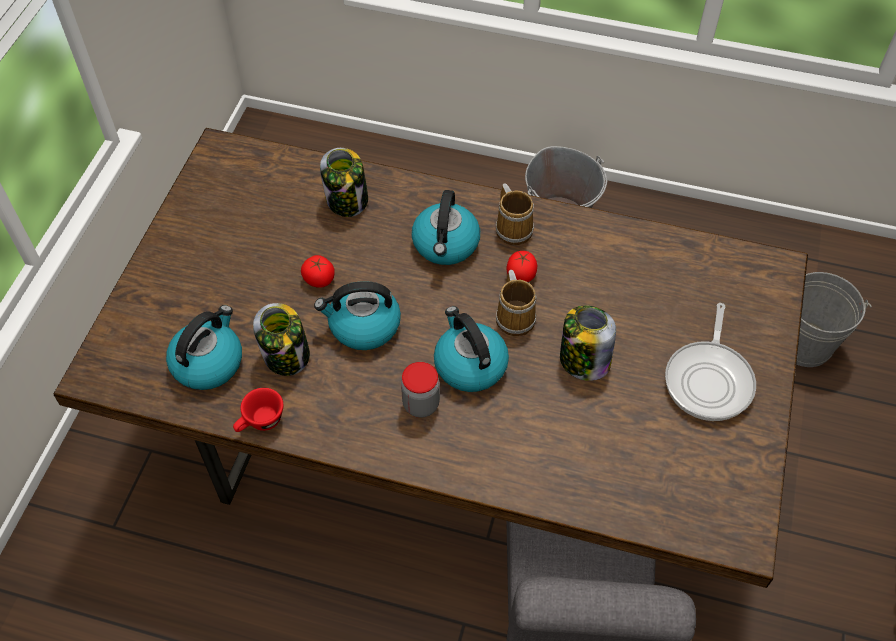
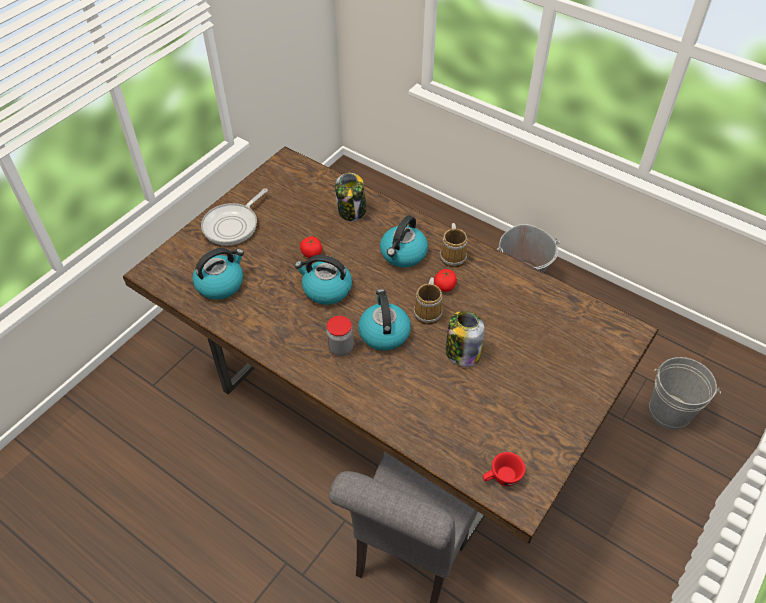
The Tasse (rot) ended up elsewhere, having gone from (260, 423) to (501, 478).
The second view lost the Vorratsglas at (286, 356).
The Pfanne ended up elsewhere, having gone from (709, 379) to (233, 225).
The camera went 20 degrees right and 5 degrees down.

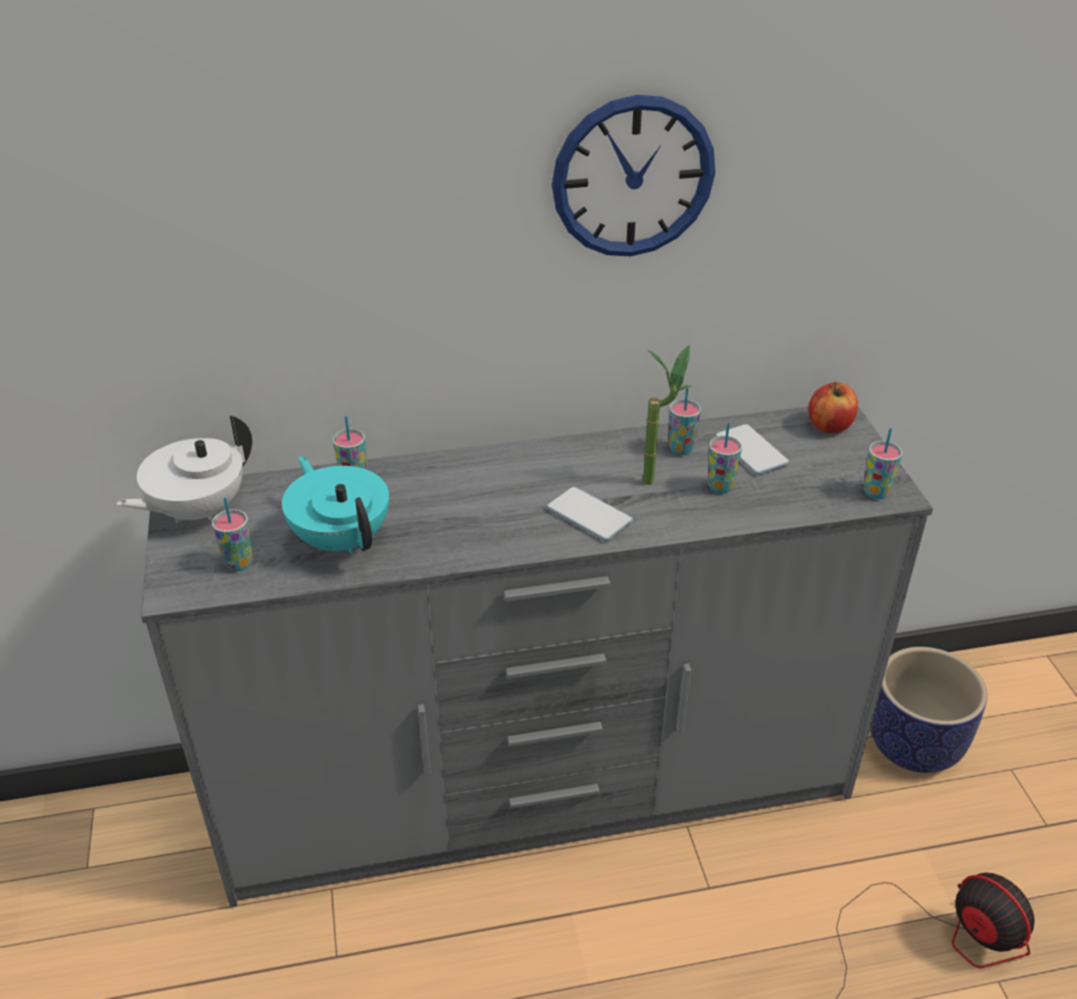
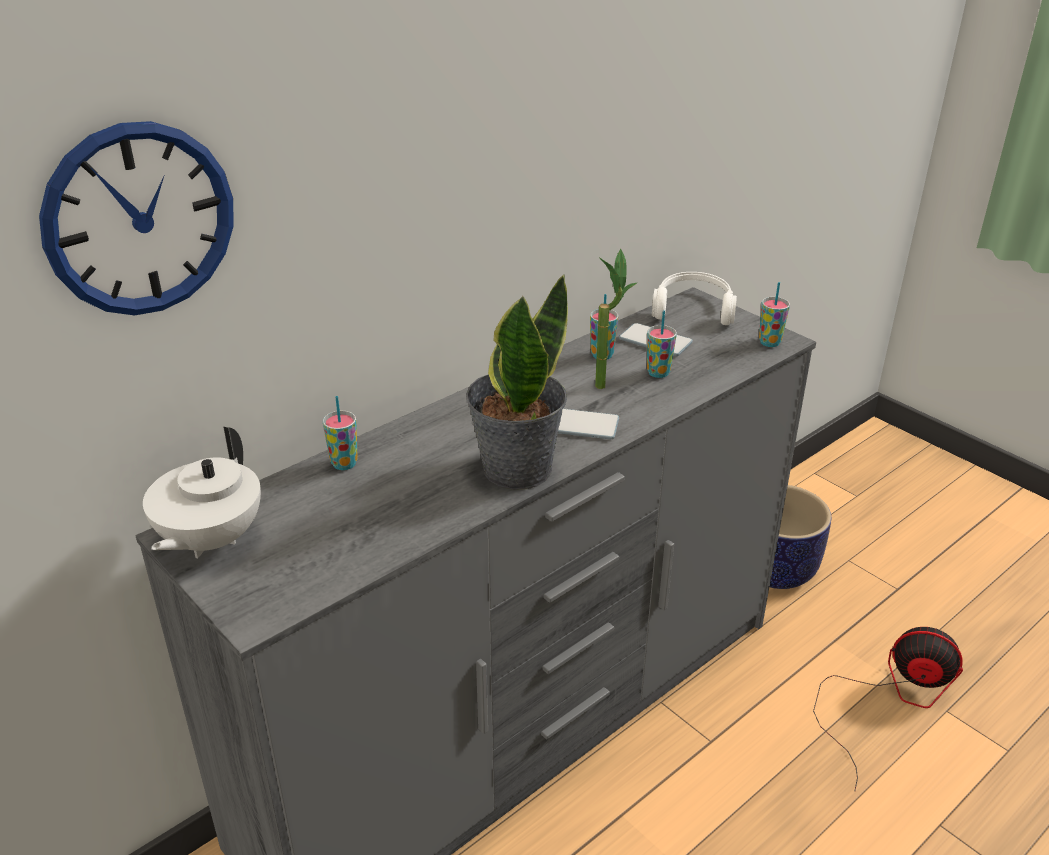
The second view lost the Tasse at (239, 563).
The second view lost the Teekanne (türkis) at (341, 538).
The Wanduhr ended up elsewhere, having gone from (633, 177) to (140, 220).
Where the Apfel stood at (830, 425), the Kopfhörer (weiß) came to stand at (693, 308).
The second view gained the Topfpflanze at (516, 468).
The camera went 30 degrees left and 5 degrees down.

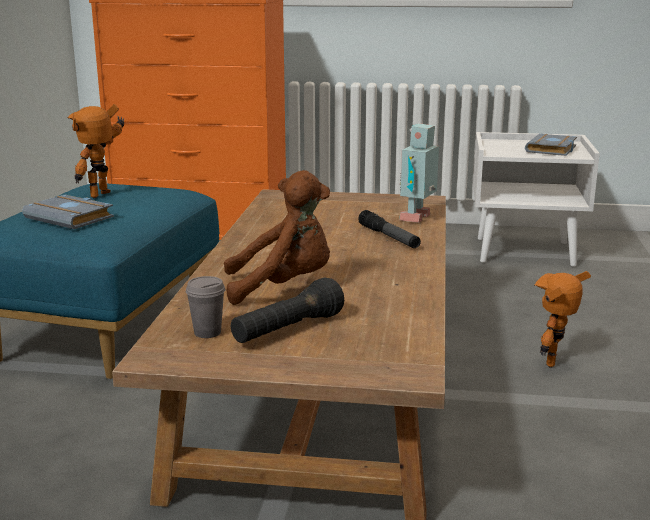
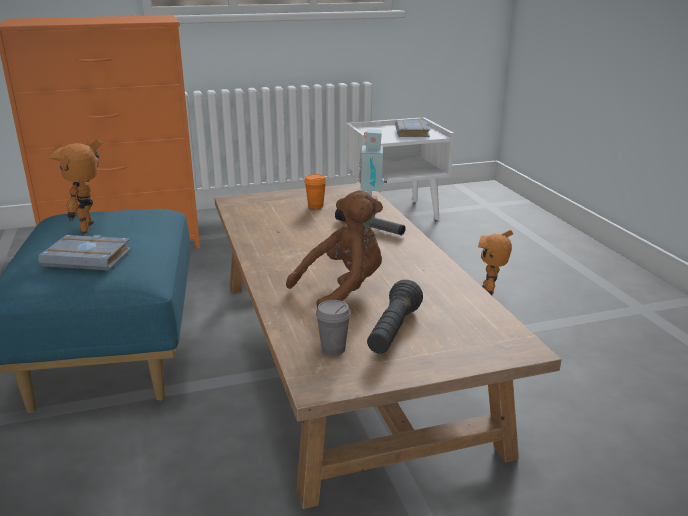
The second view gained the Tasse (orange) at (315, 206).
The camera went 25 degrees left and 5 degrees up.

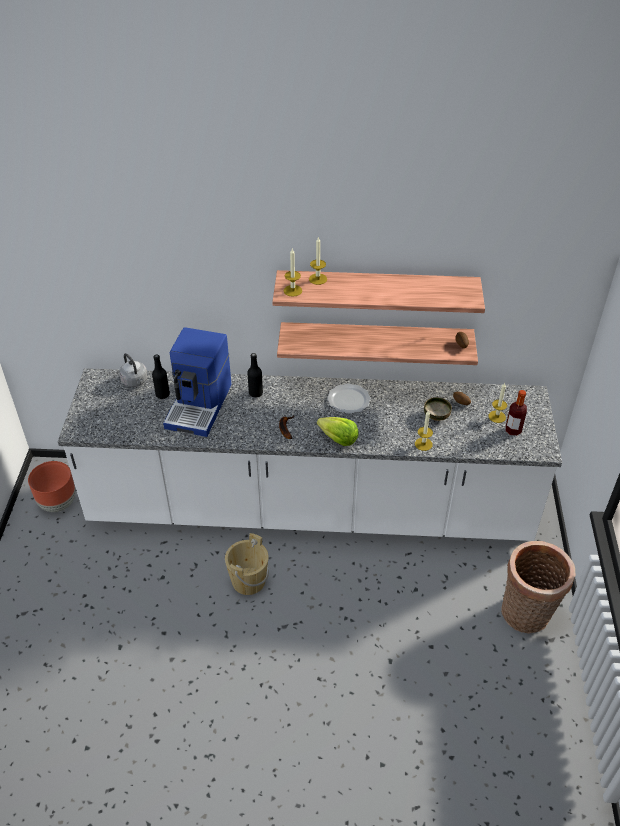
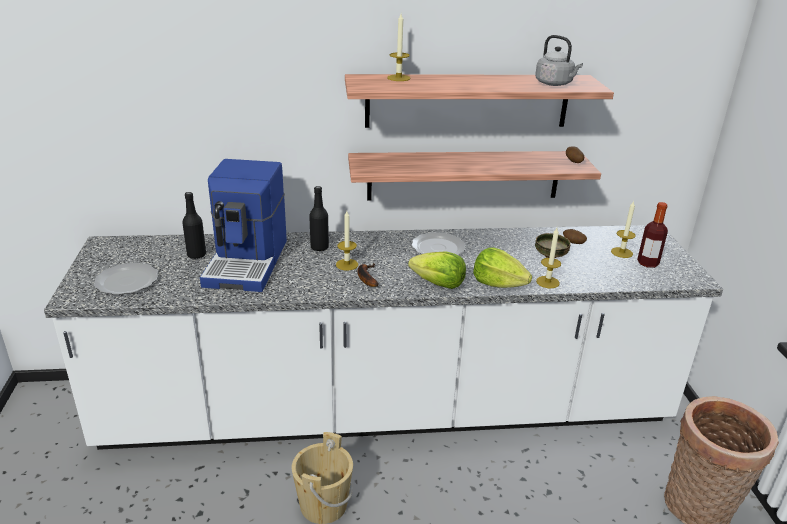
The second view lost the Pflanzkübel (braun) at (58, 503).
The Wasserkessel (grau) ended up elsewhere, having gone from (135, 381) to (555, 84).
The Kerze ended up elsewhere, having gone from (292, 290) to (347, 264).
The second view gained the Teller at (126, 282).
The second view gained the Salatkopf at (498, 284).
The camera went 10 degrees left and 15 degrees down.

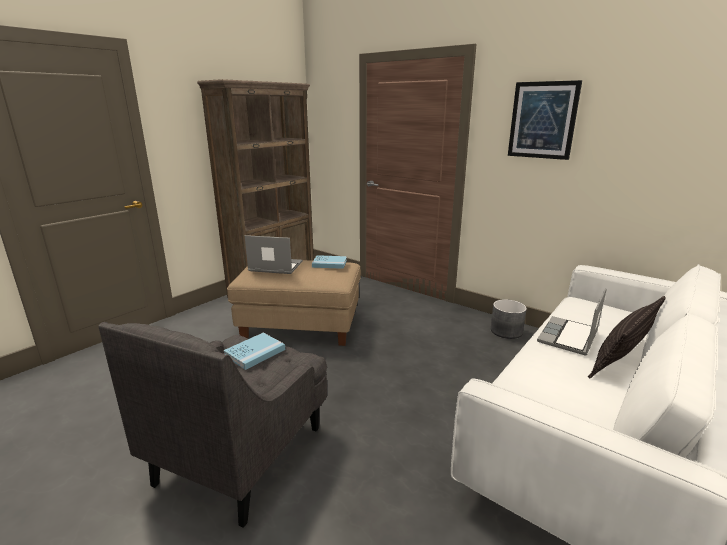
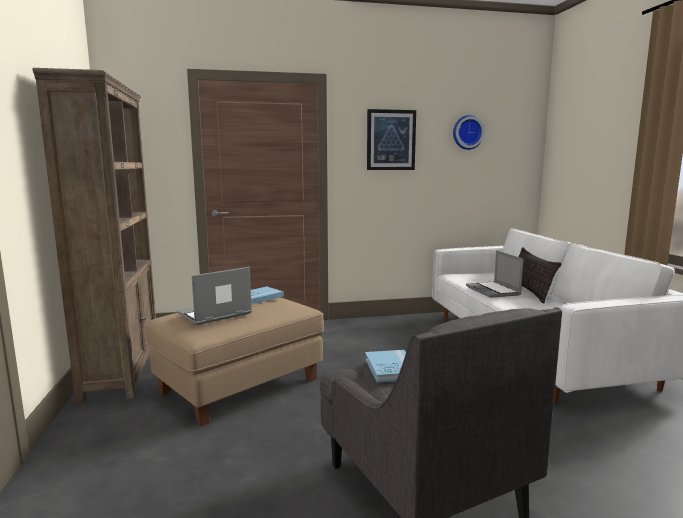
The second view lost the Pflanzkübel (grau) at (506, 331).
The second view gained the Wanduhr at (467, 132).
The camera went 50 degrees left and 10 degrees down.

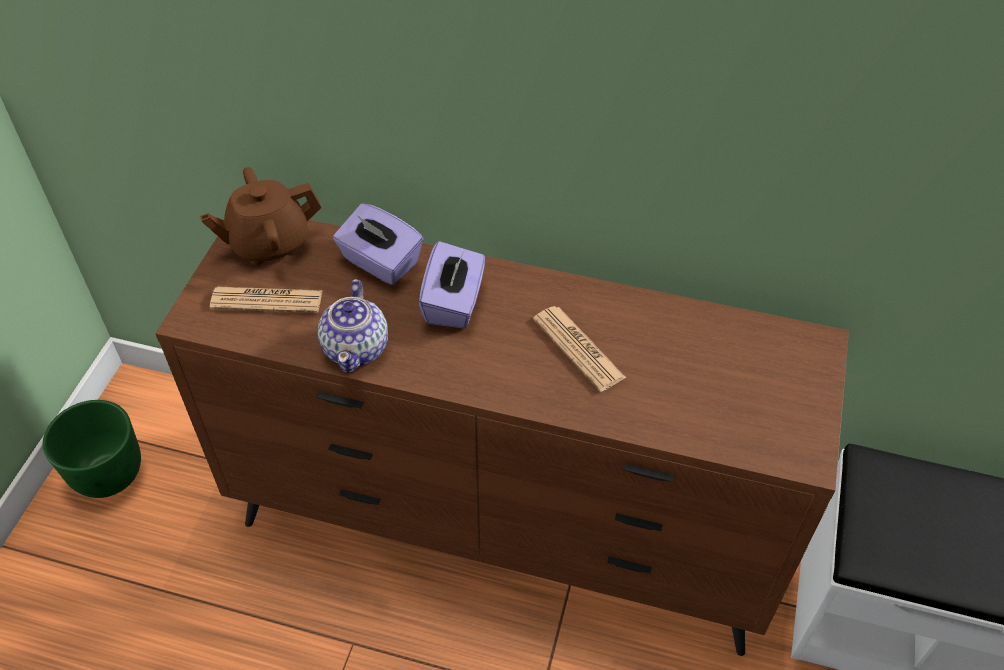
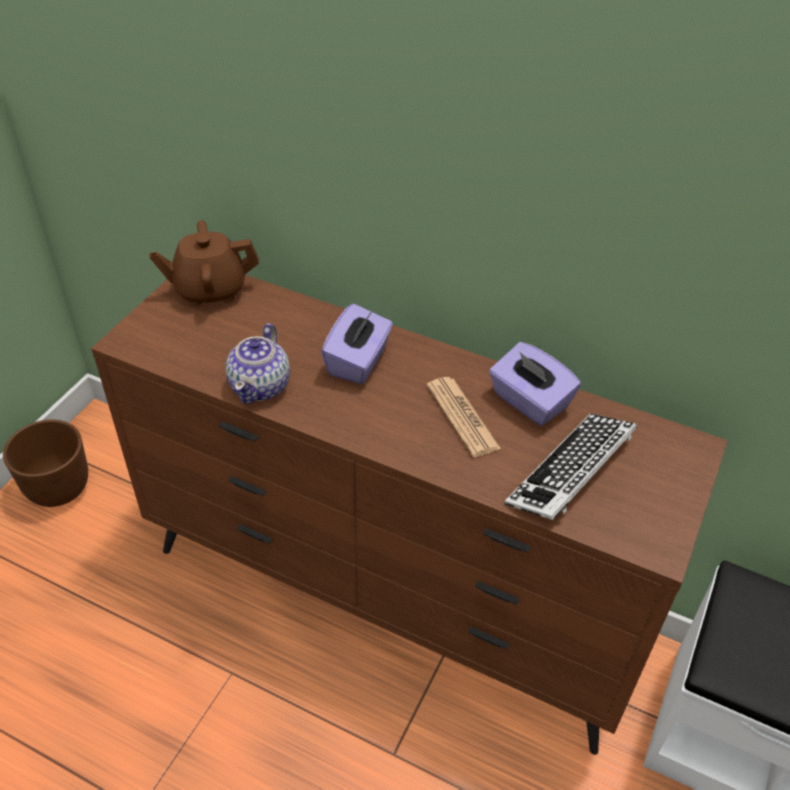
What was the Pflanzkübel (grün) at (107, 475) turned into the Pflanzkübel (braun) at (58, 489).
The second view lost the Zeitung at (267, 300).
The Taschentuchbox (lila) ended up elsewhere, having gone from (380, 262) to (529, 402).
The second view gained the Tastatur at (571, 472).
The camera went 10 degrees right and 5 degrees down.

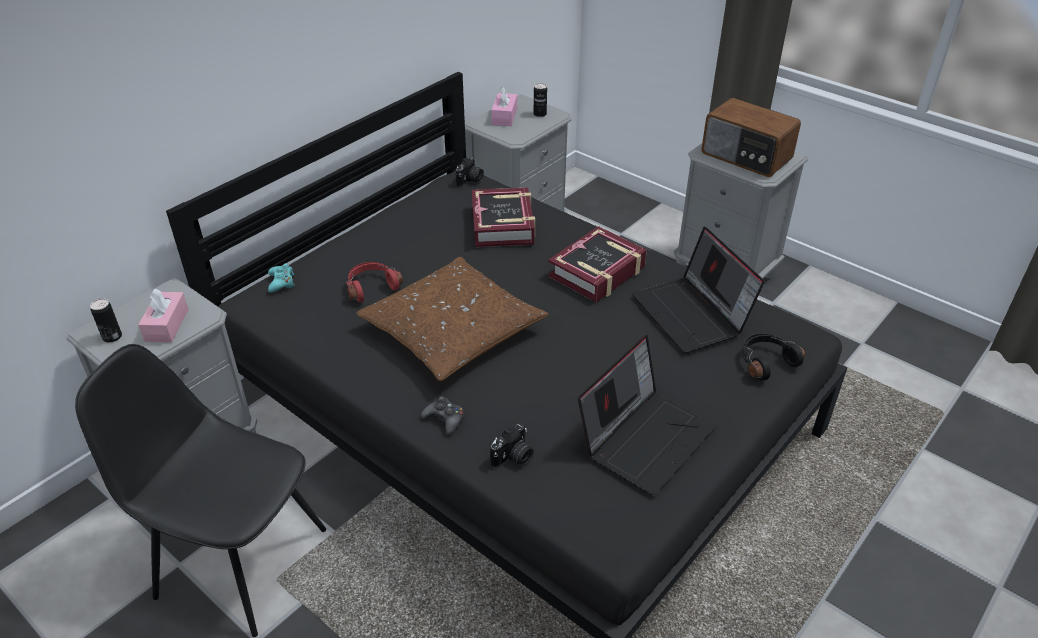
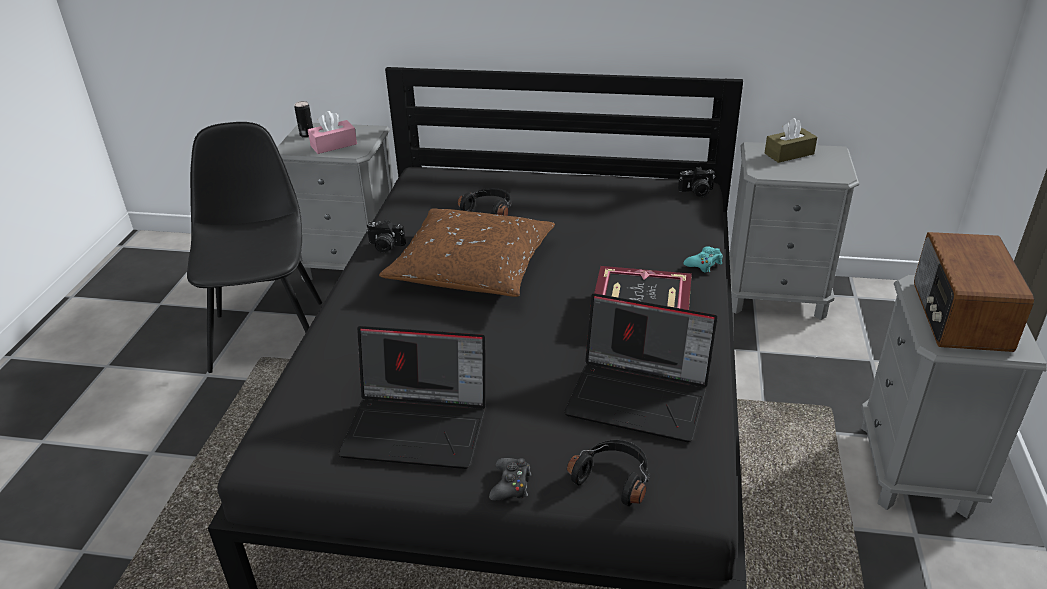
The Gamepad (türkis) ended up elsewhere, having gone from (281, 282) to (704, 264).
What was the Kopfhörer (rot) at (371, 287) turned into the Kopfhörer (schwarz) at (489, 210).
The Gamepad (schwarz) ended up elsewhere, having gone from (445, 419) to (511, 484).
The second view lost the Buch at (503, 225).
The Kamera ended up elsewhere, having gone from (513, 457) to (385, 246).
What was the Taschentuchbox (rosa) at (504, 116) turned into the Taschentuchbox (braun) at (789, 154).
The second view lost the Dose at (540, 114).
The Laptop at (693, 315) ended up facing another way, 105 degrees counterclockwise from before.
The camera went 60 degrees right and 5 degrees down.

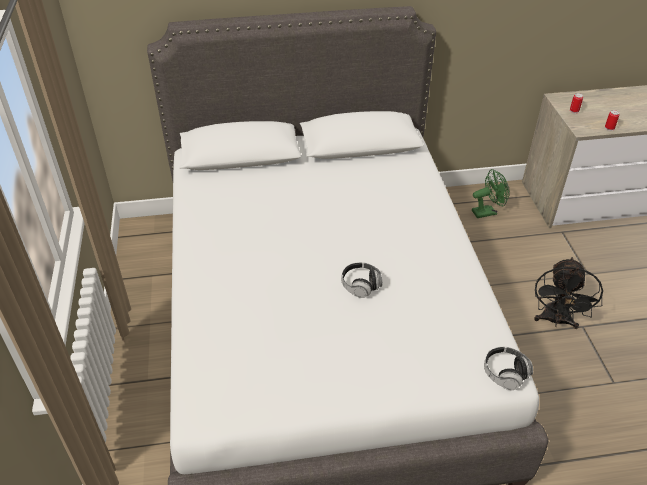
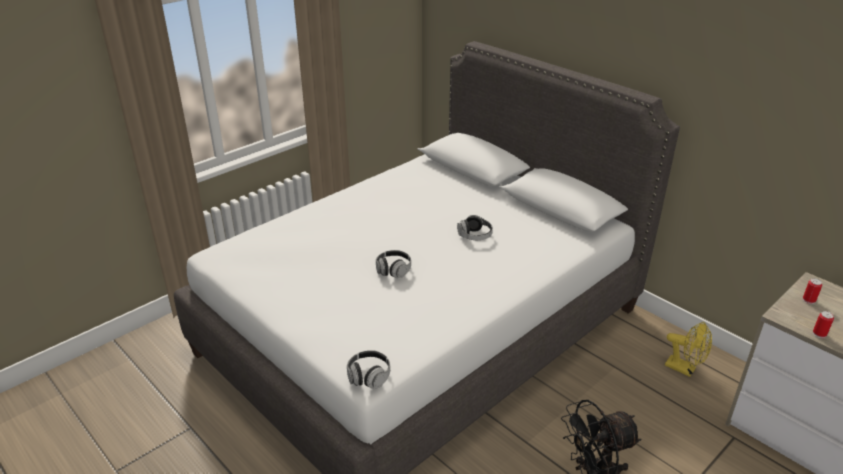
What was the Ventilator (grün) at (487, 212) turned into the Ventilator (gelb) at (684, 369).
The second view gained the Kopfhörer at (475, 236).
The camera went 55 degrees right and 10 degrees down.

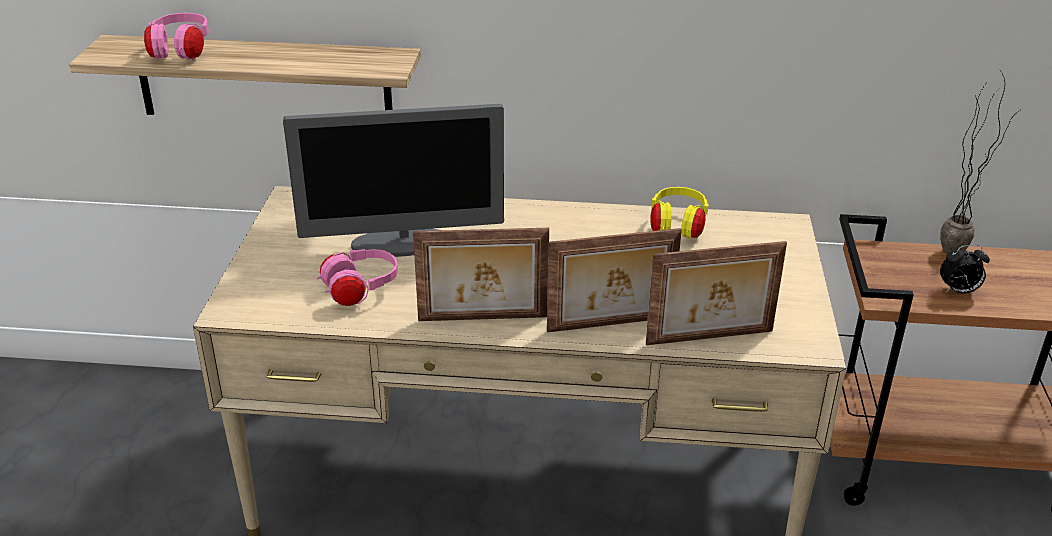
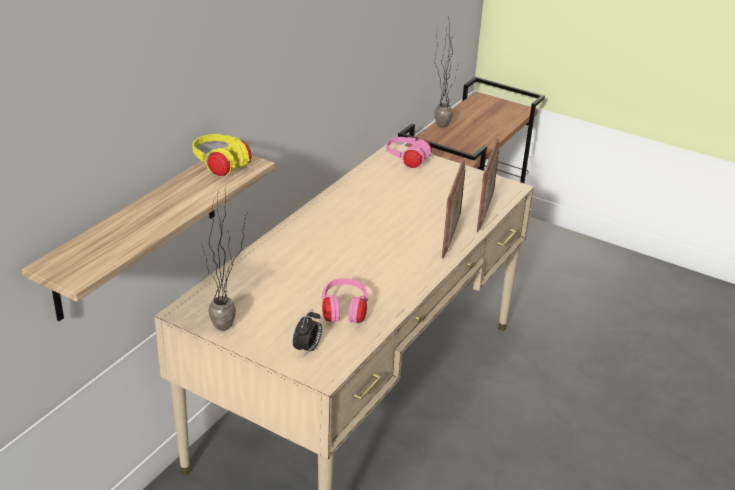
The Kopfhörer (rosa) ended up elsewhere, having gone from (181, 52) to (407, 161).
The second view lost the Monitor at (402, 243).
The second view lost the Bilderrahmen at (483, 319).
The Kopfhörer (gelb) ended up elsewhere, having gone from (677, 227) to (221, 166).
The Wecker ended up elsewhere, having gone from (958, 291) to (307, 349).
The second view gained the Topfpflanze at (229, 331).
The camera went 65 degrees left and 0 degrees up.

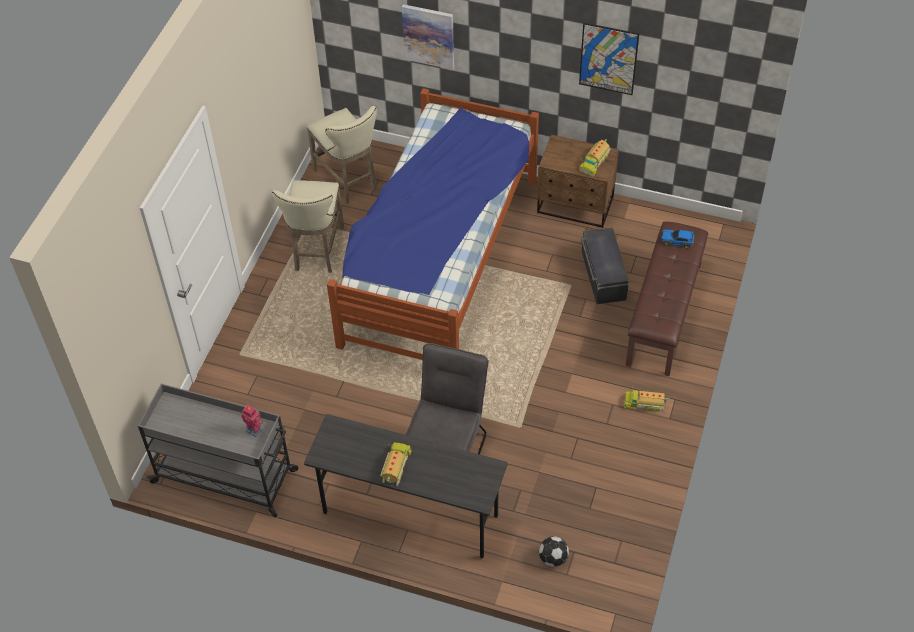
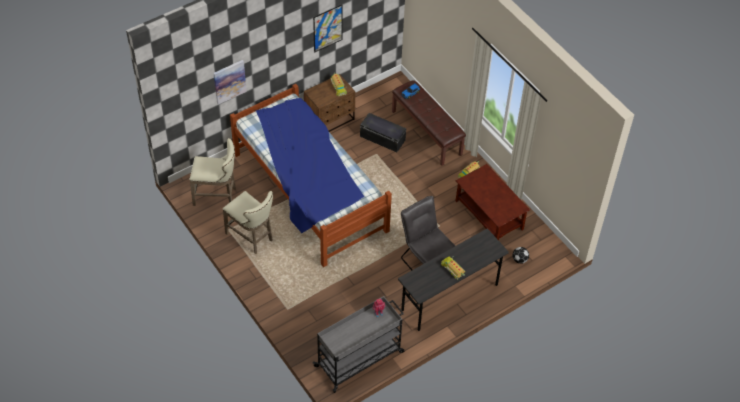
The second view gained the Couchtisch (braun) at (489, 215).
The camera went 55 degrees left and 0 degrees up.

